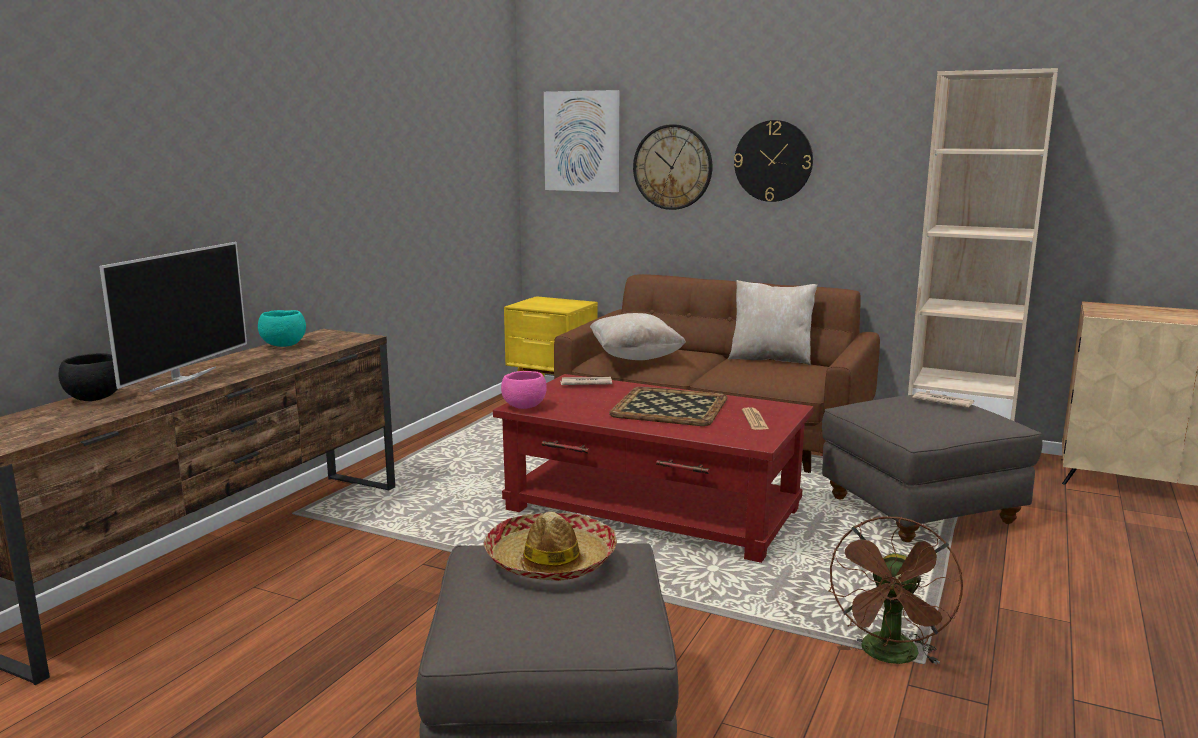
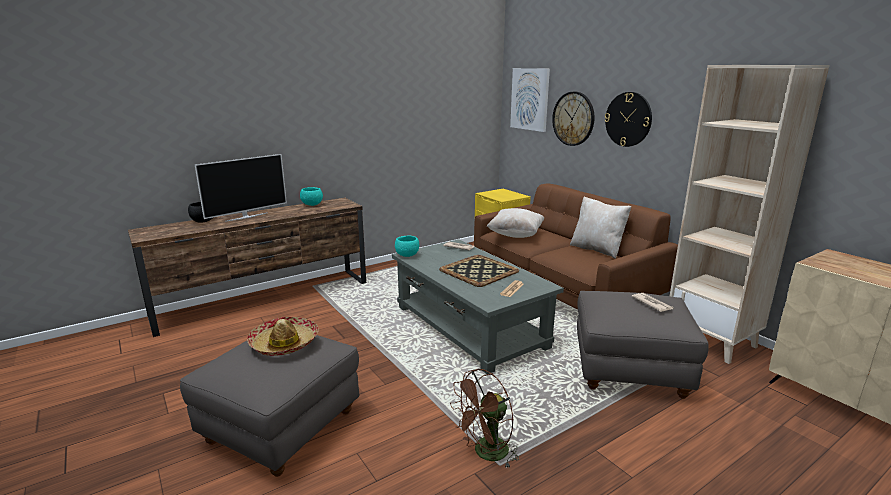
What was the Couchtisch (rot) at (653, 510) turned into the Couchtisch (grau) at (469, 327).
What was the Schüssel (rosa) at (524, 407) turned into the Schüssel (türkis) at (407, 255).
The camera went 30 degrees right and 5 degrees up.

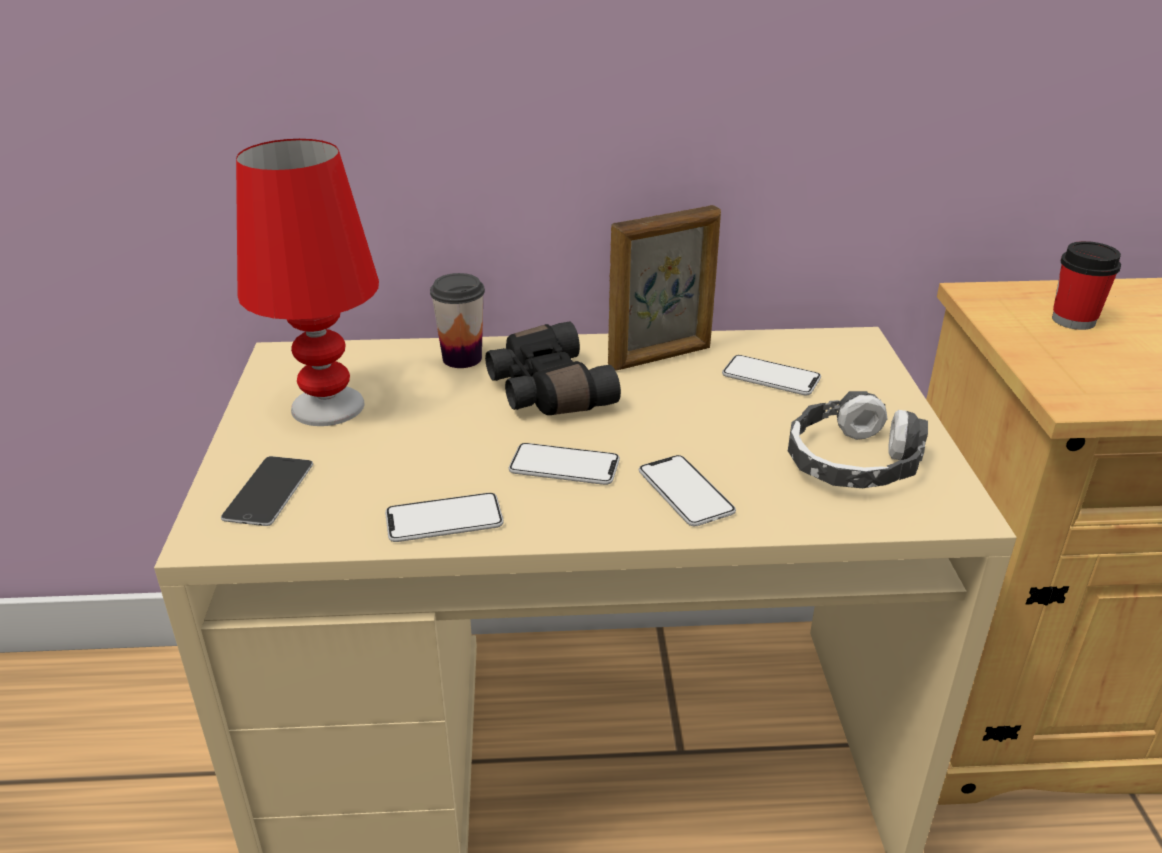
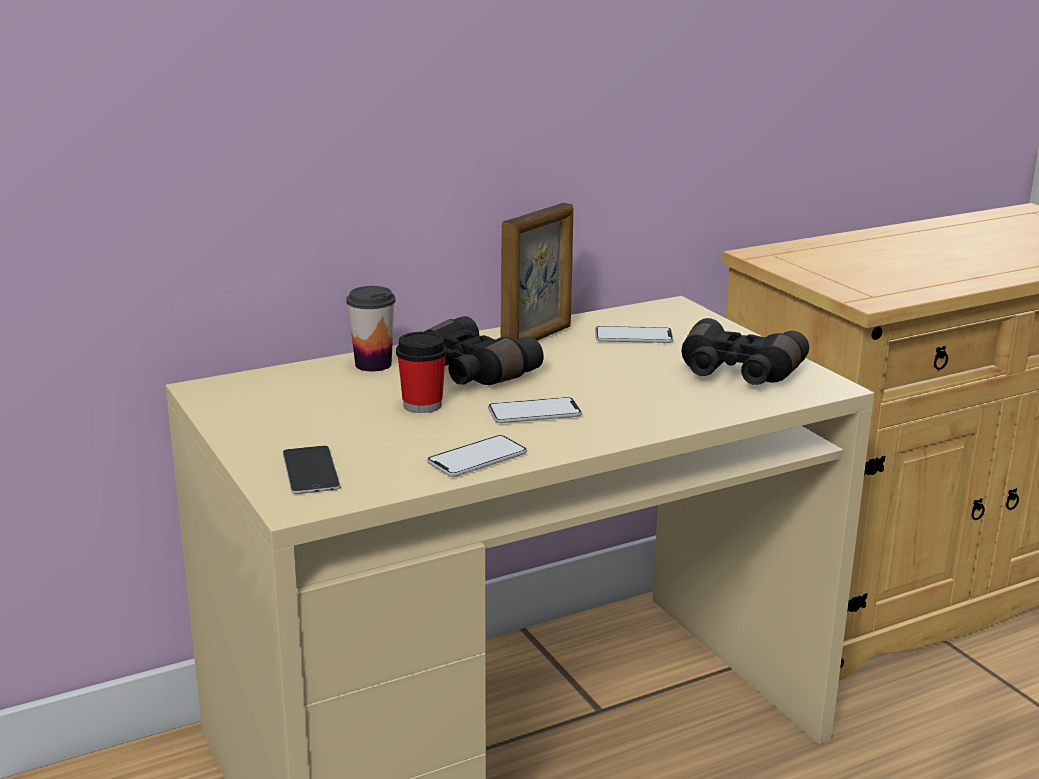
The second view lost the Tischlampe (rot) at (328, 407).
The second view lost the Handy at (685, 492).
Where the Kopfhörer stood at (852, 461), the Fernglas (schwarz) came to stand at (737, 373).
The Tasse ended up elsewhere, having gone from (1073, 320) to (422, 405).
The camera went 25 degrees left and 10 degrees down.

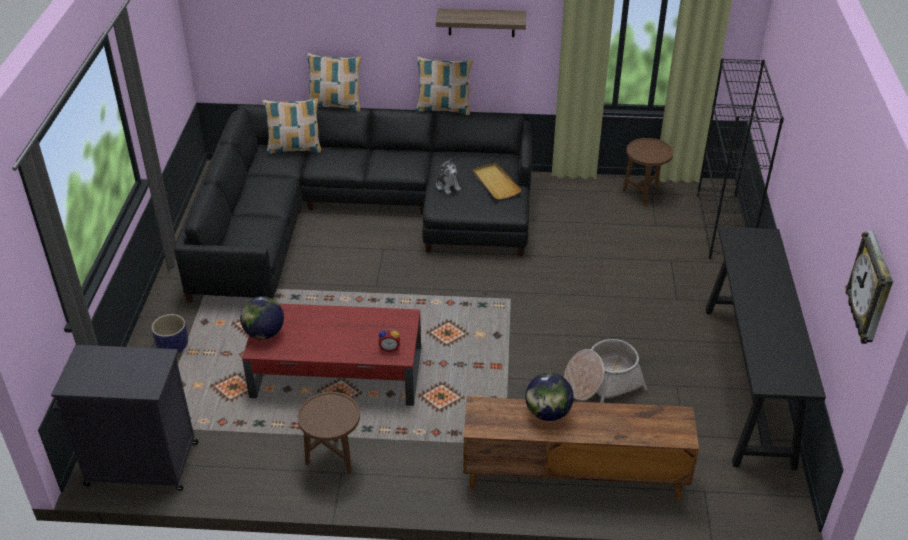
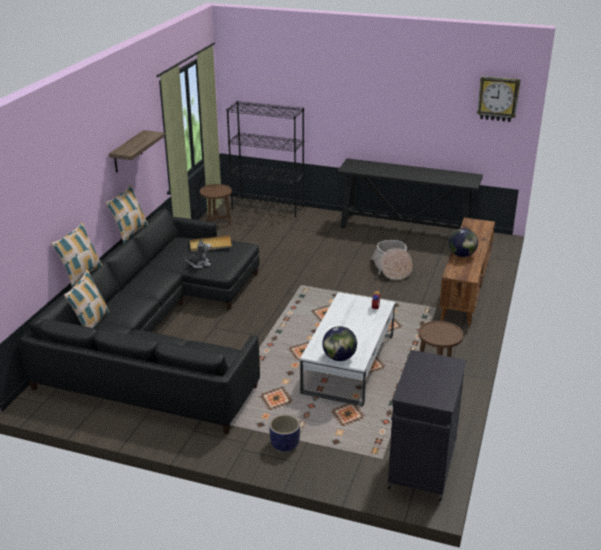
What was the Couchtisch (rot) at (338, 373) turned into the Couchtisch (weiß) at (349, 363).
The camera went 75 degrees left and 10 degrees down.

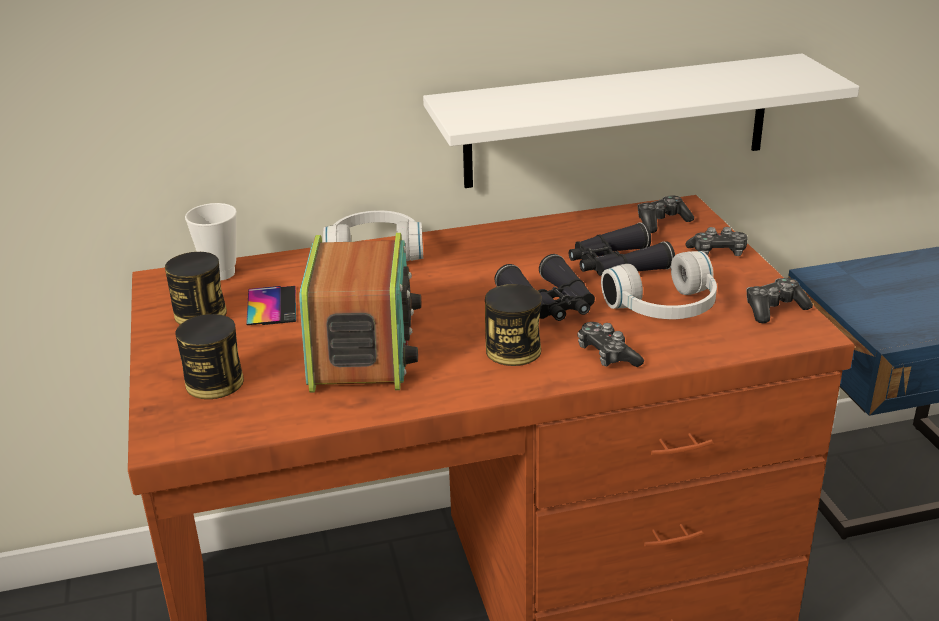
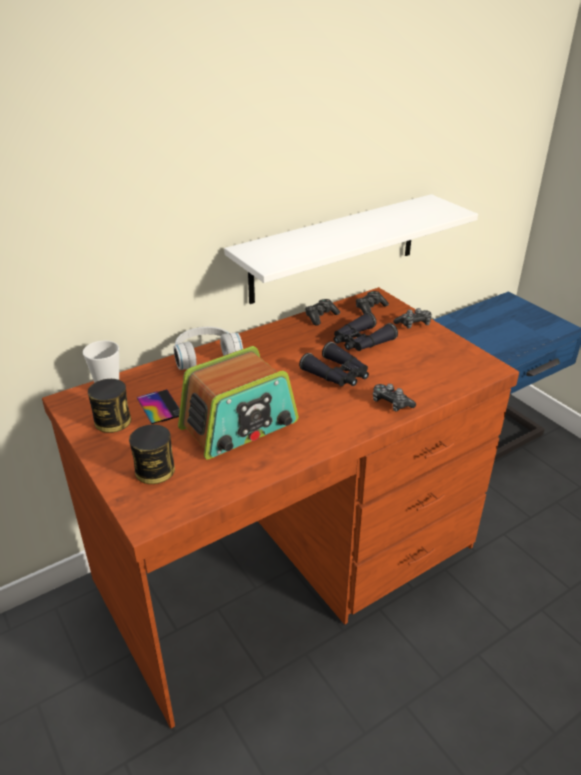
The Radio at (363, 347) ended up facing another way, 75 degrees clockwise from before.
The second view lost the Dose at (513, 350).
The second view lost the Kopfhörer (weiß) at (666, 309).
The Gamepad ended up elsewhere, having gone from (774, 309) to (321, 316).
The camera went 20 degrees left and 5 degrees up.

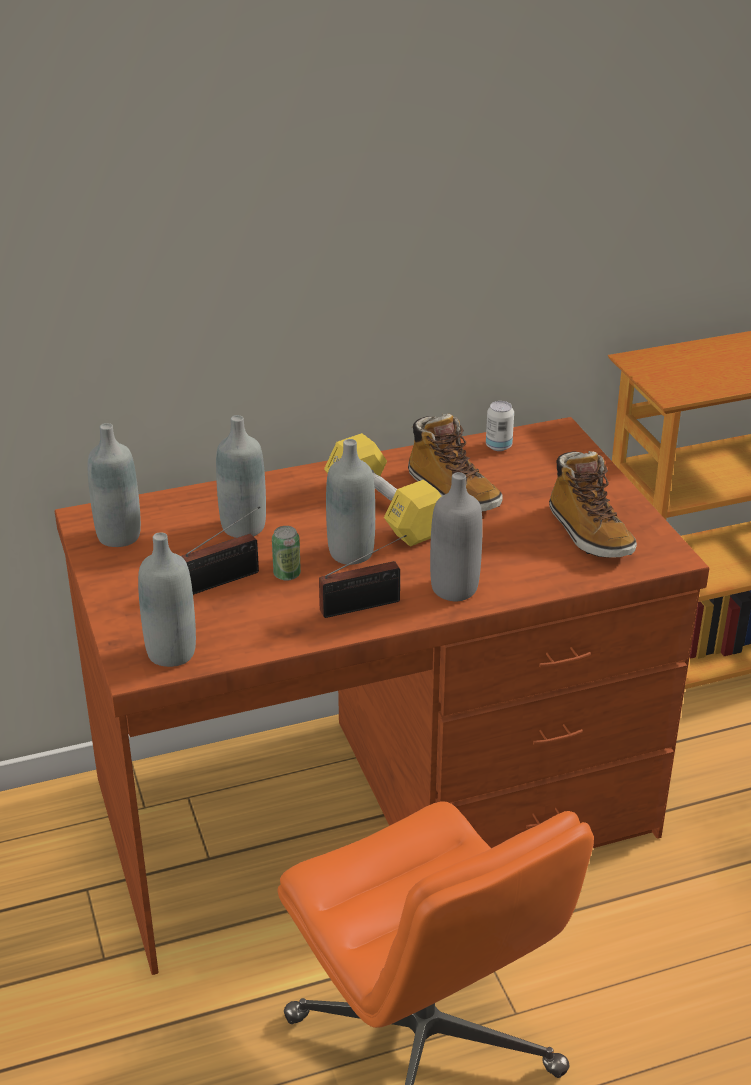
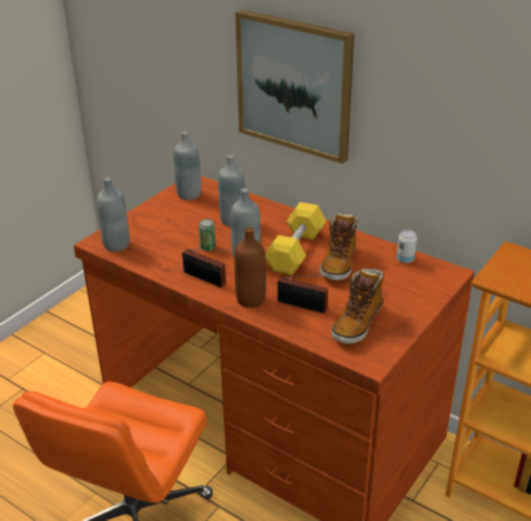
The Radio ended up elsewhere, having gone from (225, 580) to (304, 306).
What was the Flasche (grau) at (454, 589) turned into the Flasche (braun) at (251, 299).
The second view gained the Bild at (294, 85).
The camera went 55 degrees right and 0 degrees up.

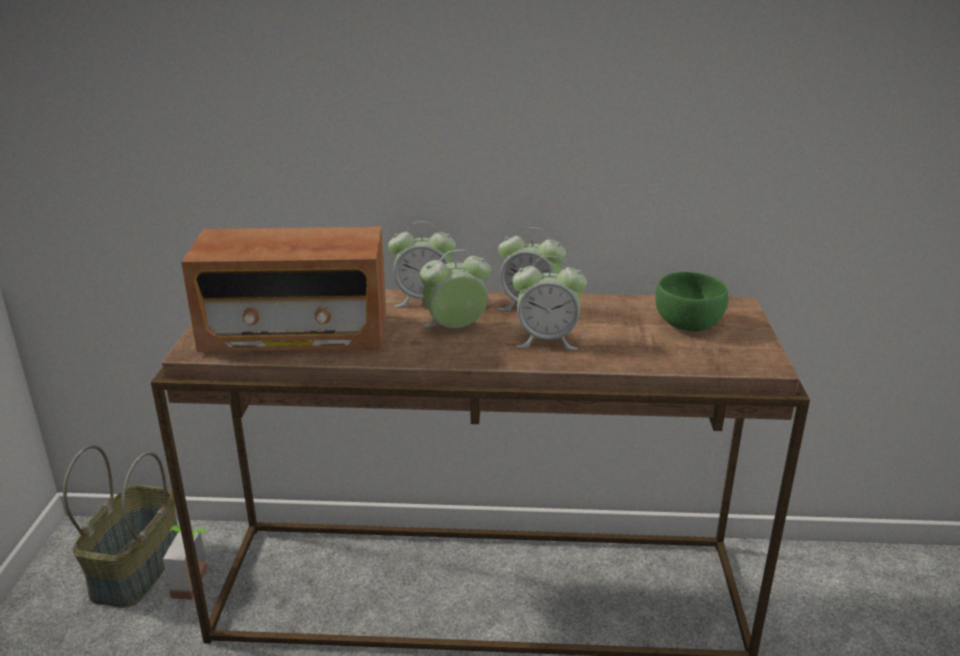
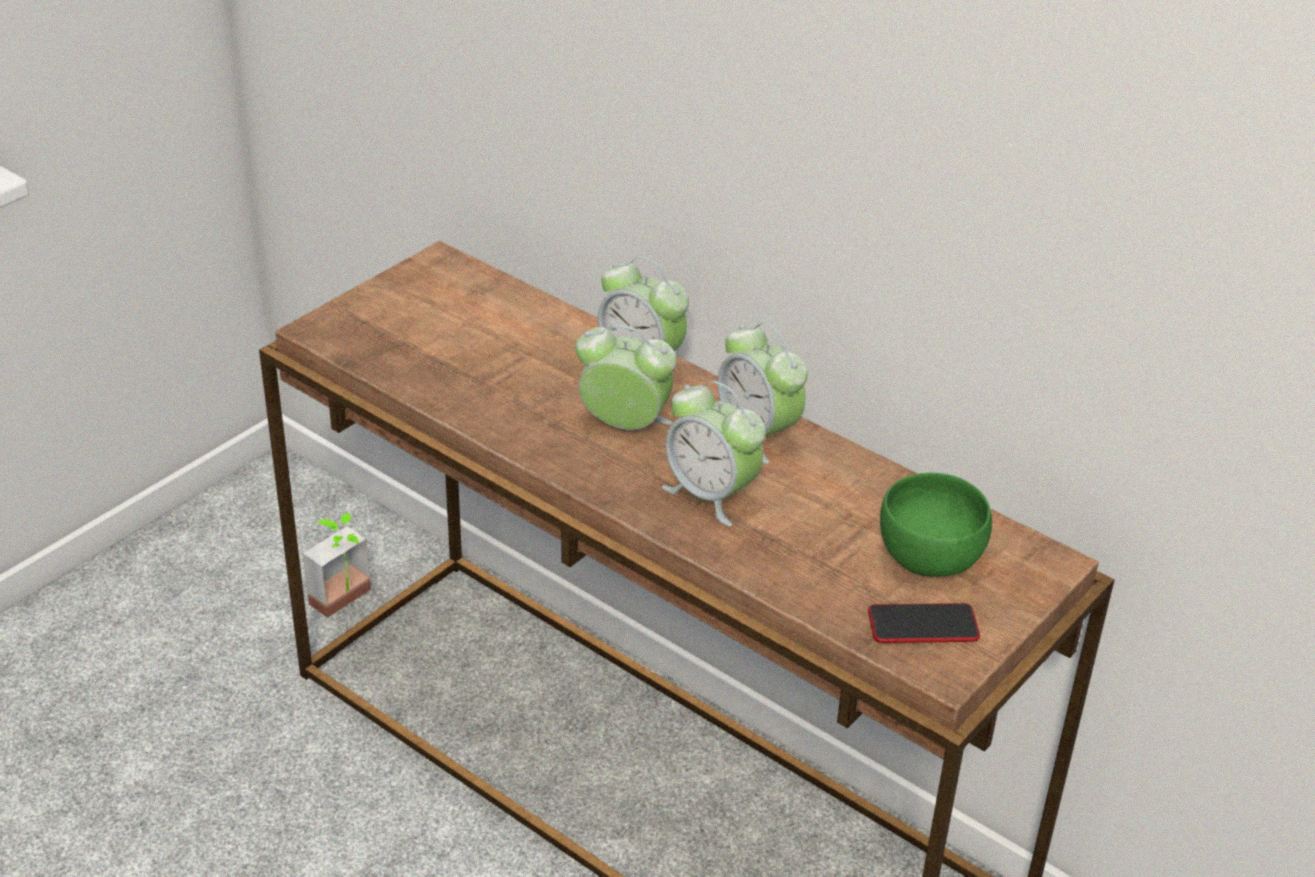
The second view lost the Korb at (136, 567).
The second view lost the Radio at (296, 334).
The second view gained the Handy at (923, 625).
The camera went 35 degrees right and 10 degrees up.

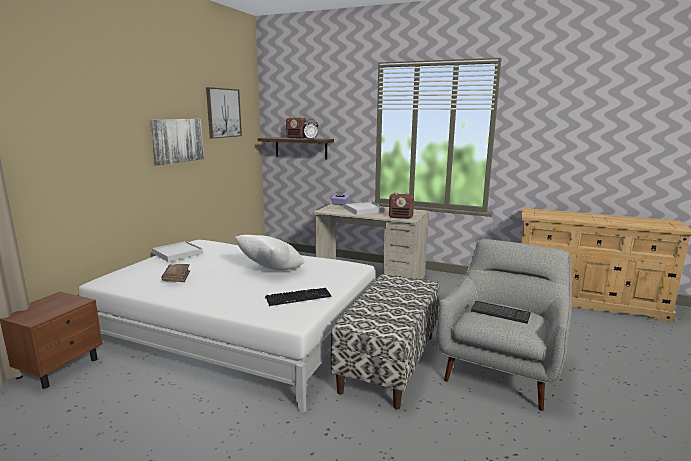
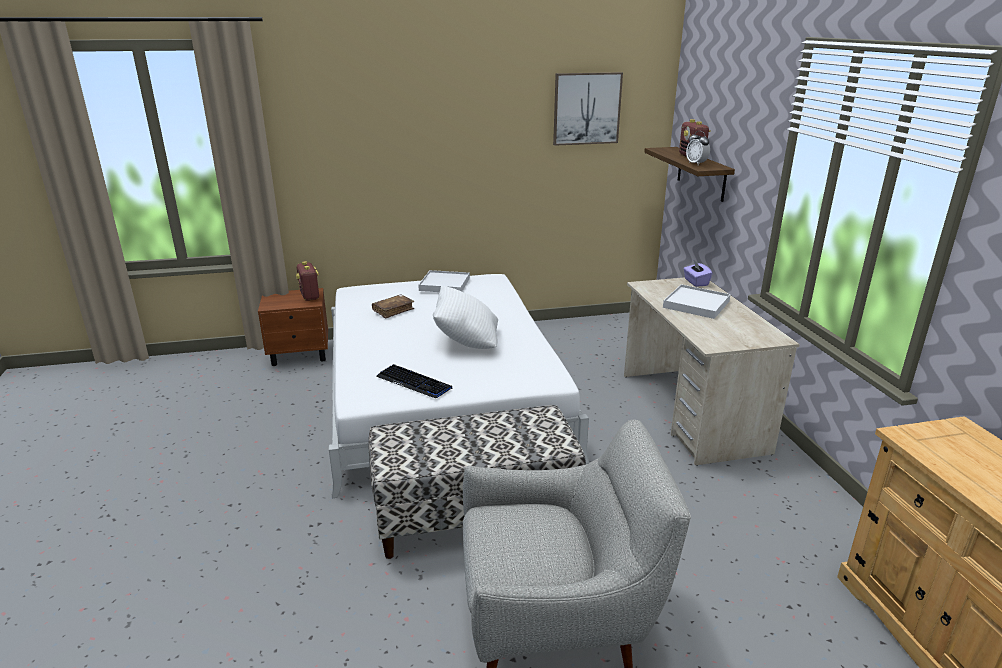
The second view lost the Bild at (177, 140).
The Radio ended up elsewhere, having gone from (401, 217) to (310, 296).
The second view lost the Tastatur at (500, 313).
The camera went 55 degrees right and 10 degrees up.

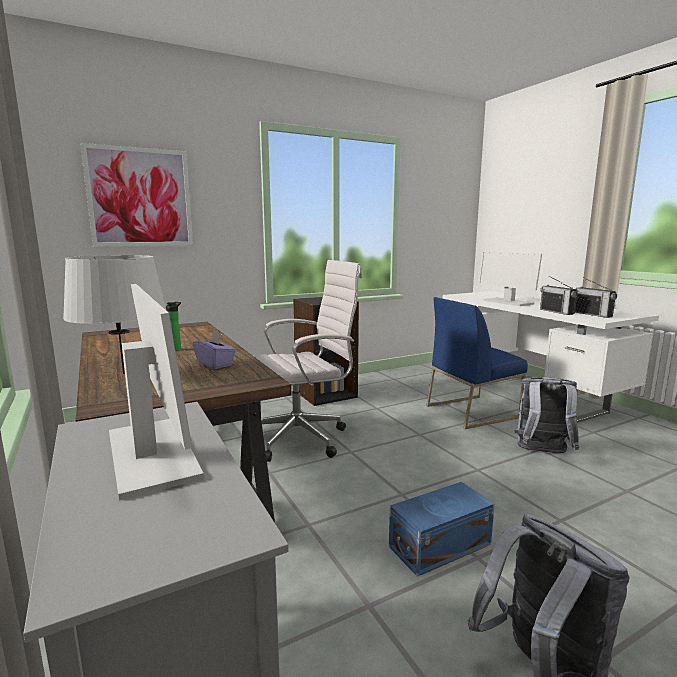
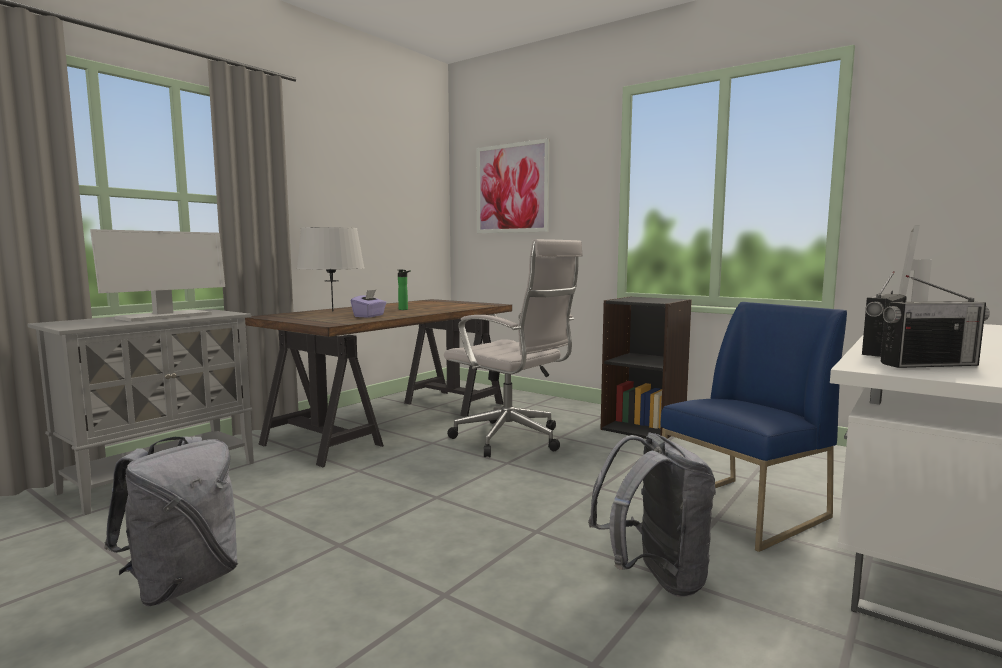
The second view lost the Aufbewahrungsbox (blau) at (437, 545).
The Stuhl (blau) at (472, 411) ended up facing another way, 105 degrees clockwise from before.
The Radio at (592, 314) ended up facing another way, 135 degrees counterclockwise from before.
The camera went 65 degrees right and 5 degrees down.

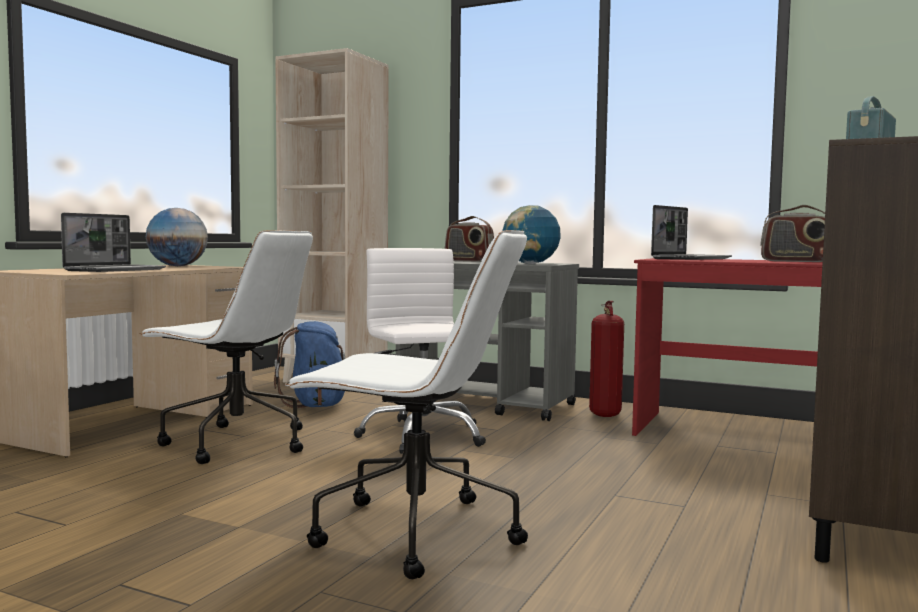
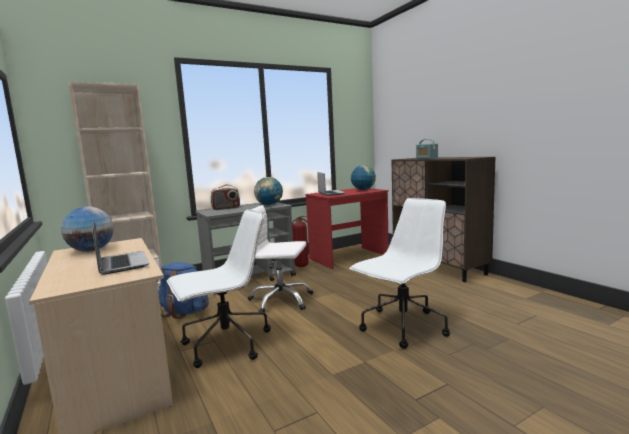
Where the Radio stood at (795, 261), the Globus came to stand at (363, 190).
The camera went 55 degrees left and 5 degrees up.

